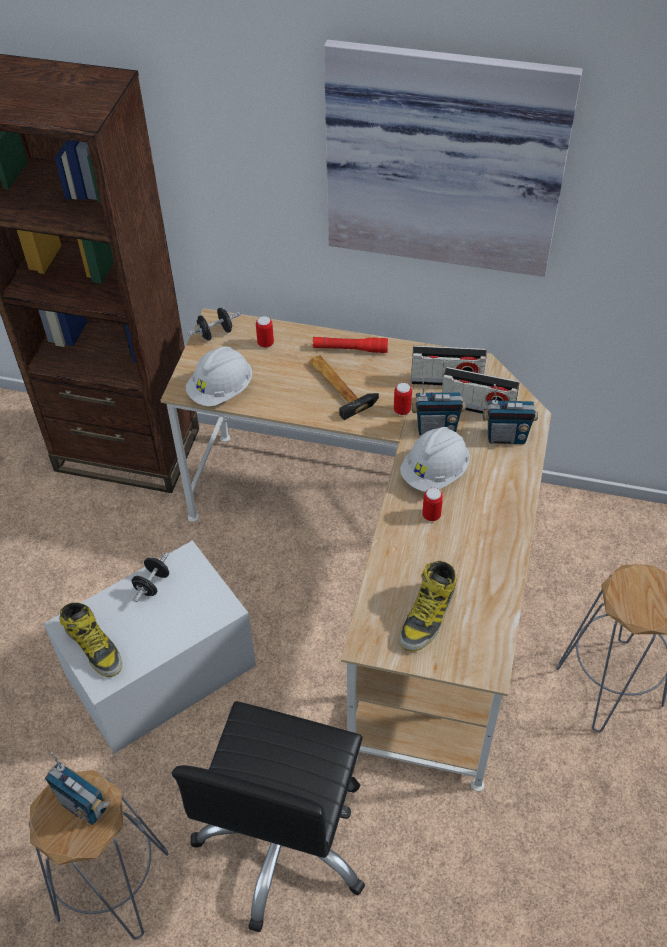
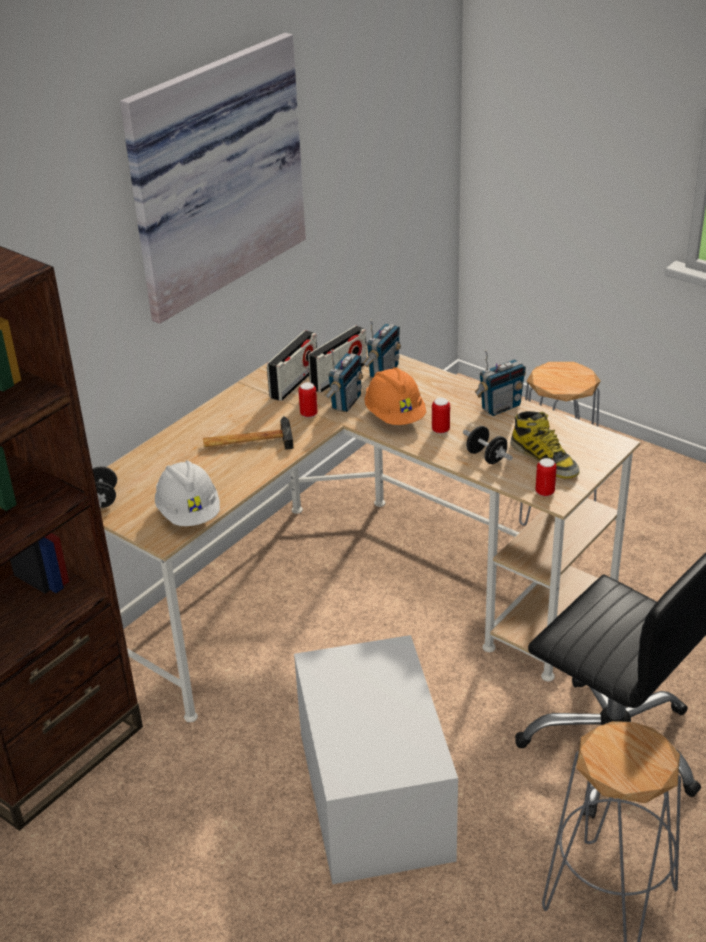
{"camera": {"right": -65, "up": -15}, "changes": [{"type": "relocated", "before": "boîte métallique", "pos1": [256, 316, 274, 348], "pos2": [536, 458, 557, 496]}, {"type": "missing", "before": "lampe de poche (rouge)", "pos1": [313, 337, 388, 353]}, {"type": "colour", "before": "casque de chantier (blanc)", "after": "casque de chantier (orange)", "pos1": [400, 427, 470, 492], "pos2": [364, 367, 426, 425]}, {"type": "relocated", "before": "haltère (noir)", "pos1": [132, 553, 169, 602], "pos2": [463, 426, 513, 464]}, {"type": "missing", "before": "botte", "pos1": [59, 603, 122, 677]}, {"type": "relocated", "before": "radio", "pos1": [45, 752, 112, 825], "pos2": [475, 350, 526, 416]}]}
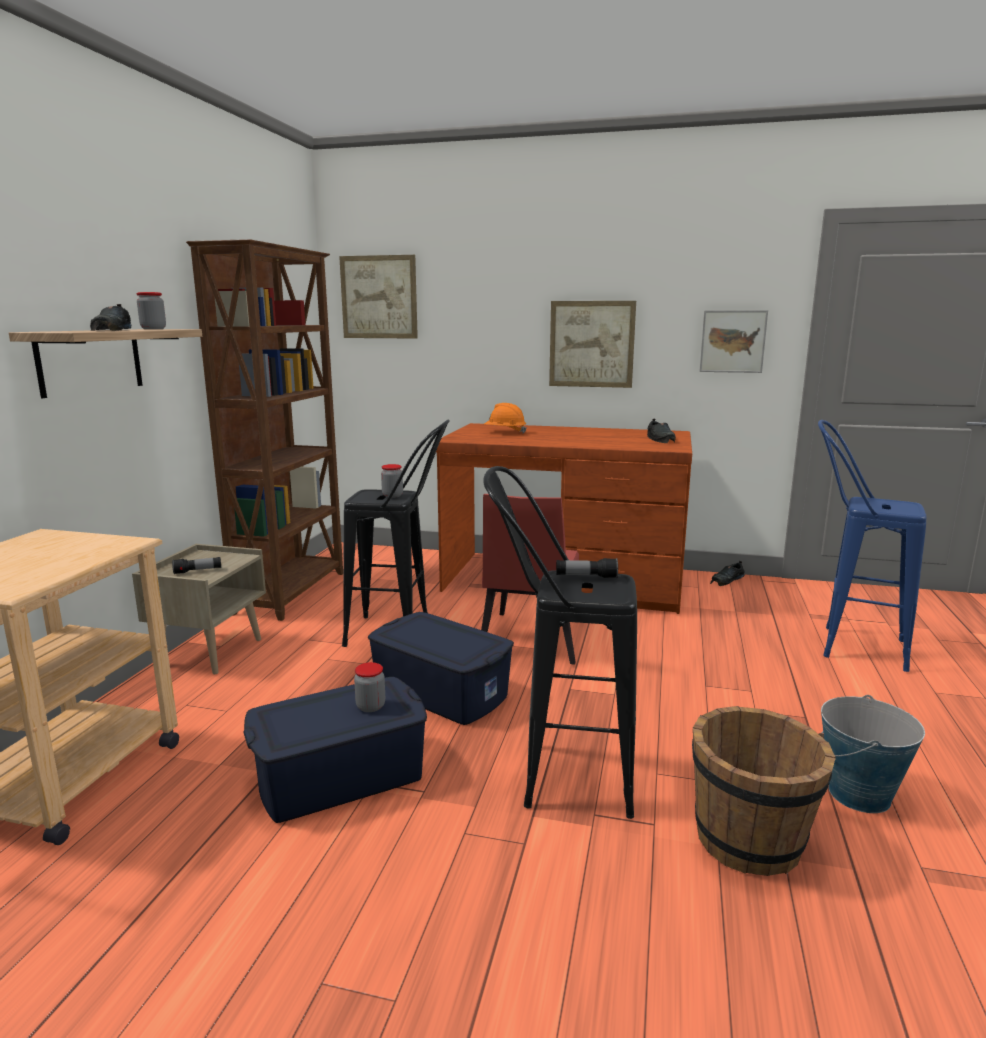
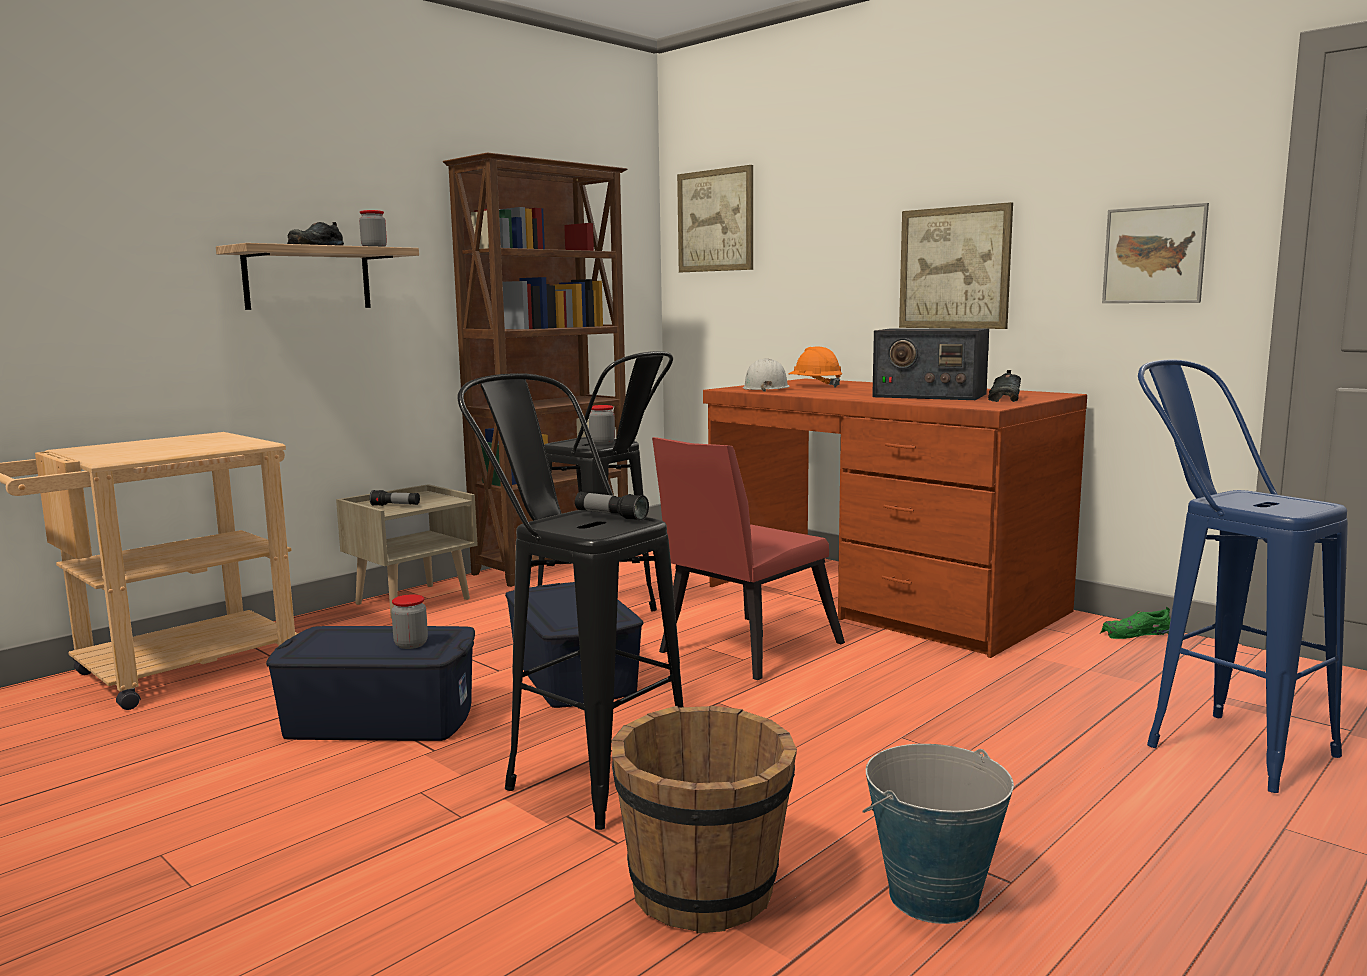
{"camera": {"right": 30, "up": -5}, "changes": [{"type": "colour", "before": "chaussure (noir)", "after": "chaussure (vert)", "pos1": [710, 561, 745, 586], "pos2": [1100, 607, 1171, 639]}, {"type": "appeared", "after": "radio", "pos2": [872, 328, 989, 400]}, {"type": "appeared", "after": "casque de chantier (blanc)", "pos2": [743, 358, 790, 392]}]}
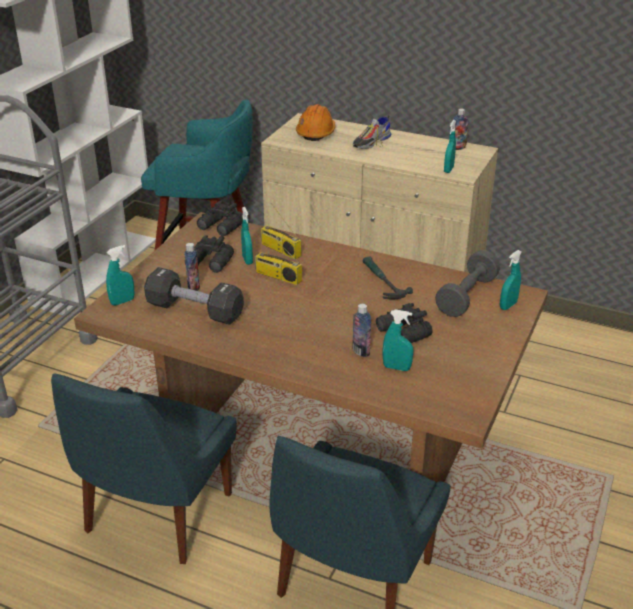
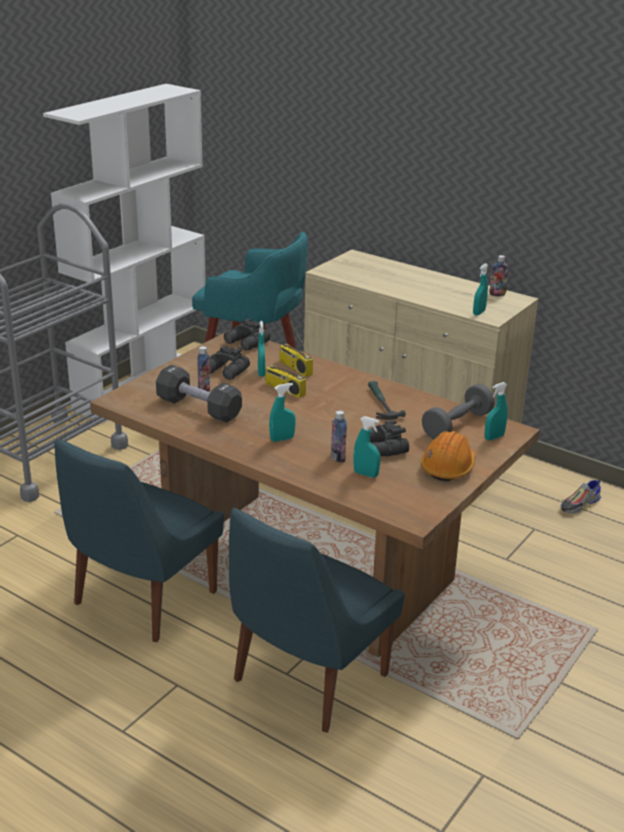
{"camera": {"right": 10, "up": -5}, "changes": [{"type": "relocated", "before": "casque de chantier (orange)", "pos1": [296, 104, 336, 141], "pos2": [421, 431, 476, 481]}, {"type": "relocated", "before": "chaussure", "pos1": [353, 116, 392, 149], "pos2": [560, 479, 601, 514]}, {"type": "relocated", "before": "vaporisateur (turquoise)", "pos1": [106, 245, 135, 306], "pos2": [269, 383, 296, 442]}]}
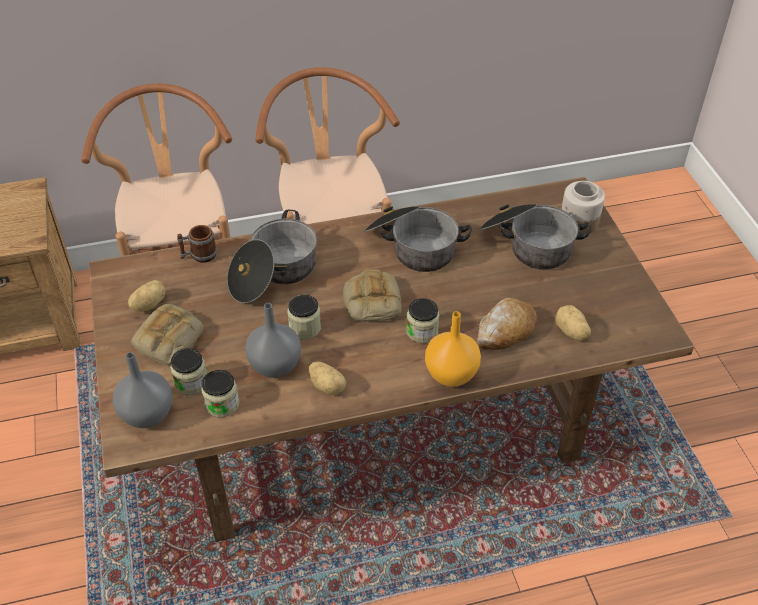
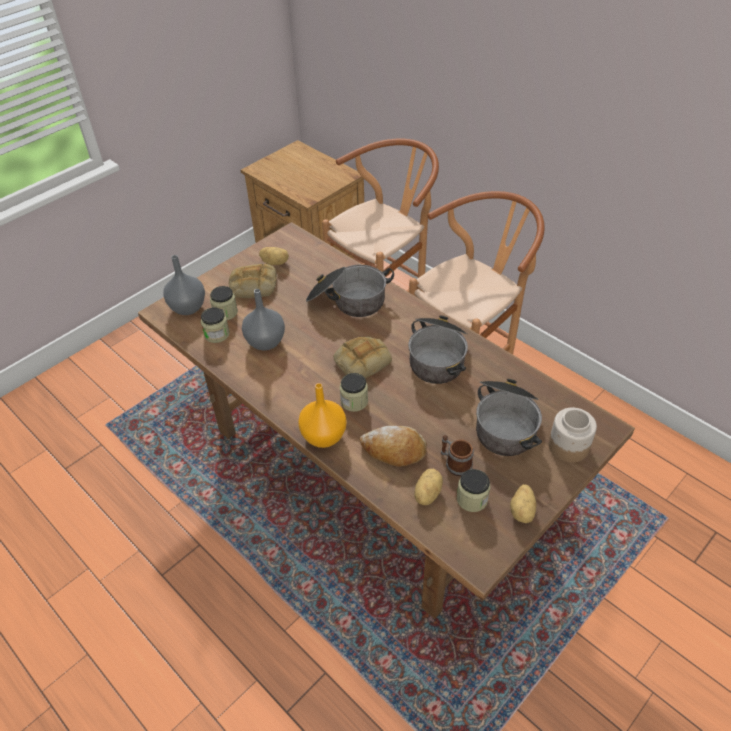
{"camera": {"right": 60, "up": 0}, "changes": [{"type": "relocated", "before": "mug", "pos1": [177, 225, 217, 263], "pos2": [441, 435, 474, 476]}, {"type": "relocated", "before": "bocal", "pos1": [288, 295, 321, 339], "pos2": [457, 469, 490, 512]}, {"type": "relocated", "before": "pomme de terre", "pos1": [309, 361, 346, 395], "pos2": [510, 484, 537, 523]}]}
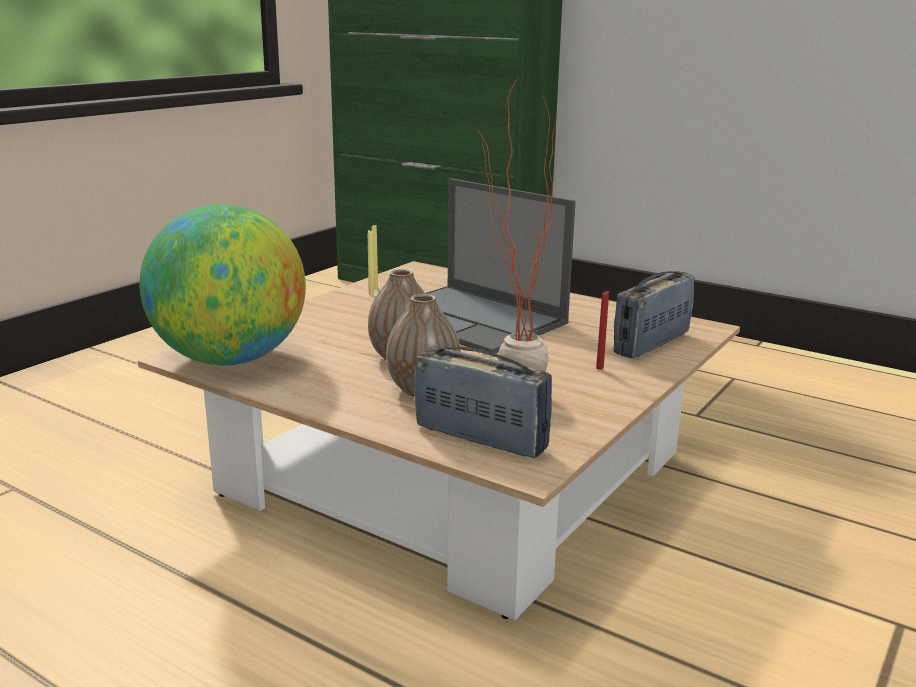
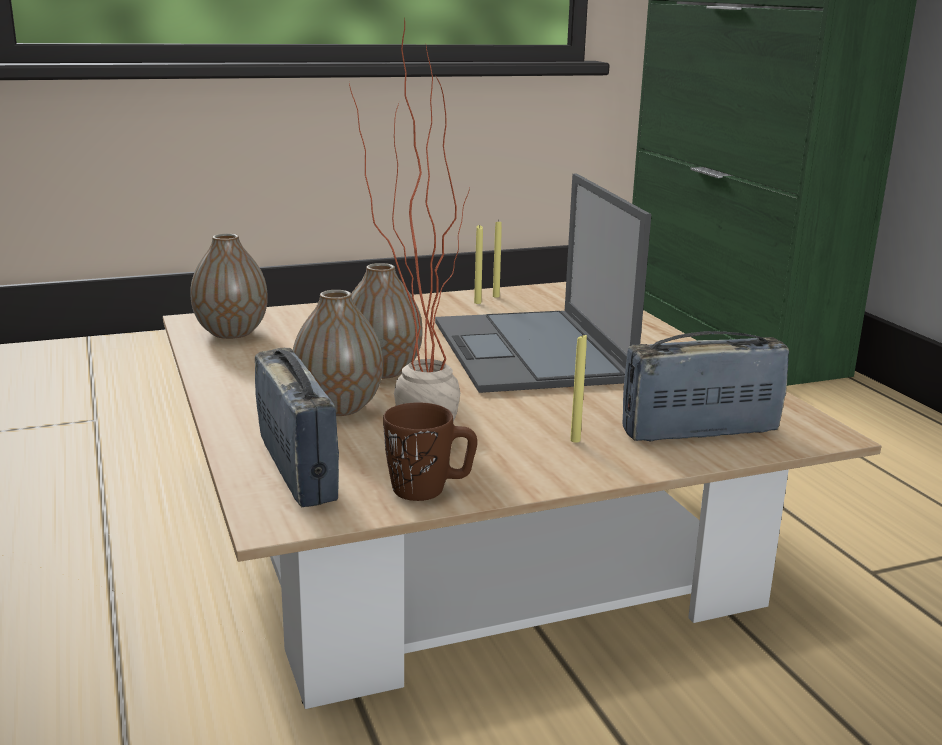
{"camera": {"right": 35, "up": 0}, "changes": [{"type": "exchanged", "before": "globe", "after": "vase", "pos1": [139, 204, 306, 365], "pos2": [190, 234, 268, 339]}, {"type": "colour", "before": "bougie (rouge)", "after": "bougie (jaune)", "pos1": [596, 291, 609, 370], "pos2": [570, 334, 587, 443]}, {"type": "appeared", "after": "mug (marron)", "pos2": [383, 402, 477, 501]}]}
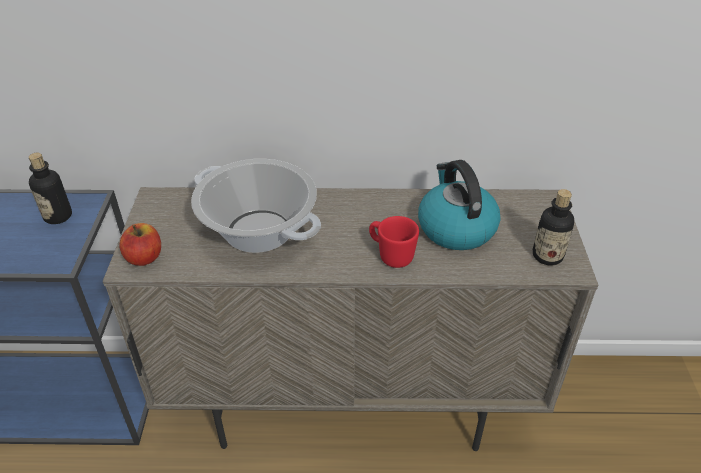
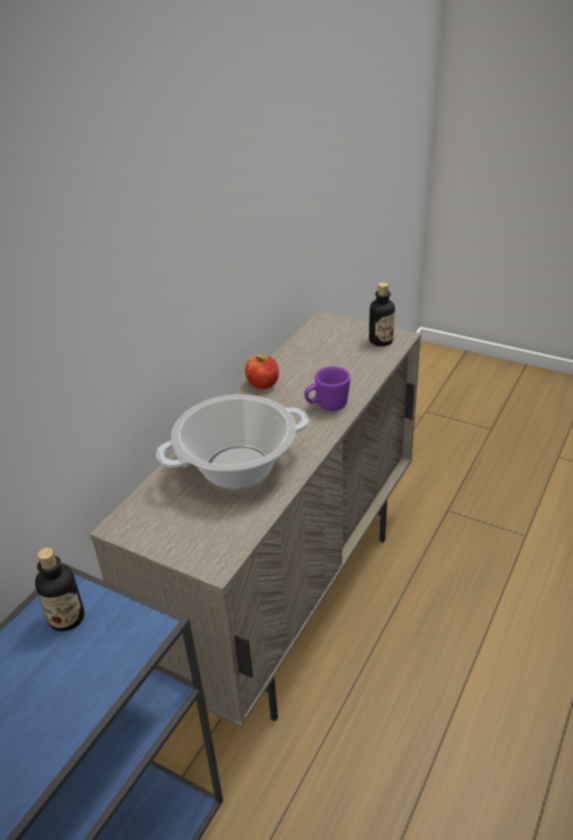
{"camera": {"right": -60, "up": -5}, "changes": [{"type": "missing", "before": "bouilloire", "pos1": [418, 160, 501, 250]}, {"type": "colour", "before": "mug (rouge)", "after": "mug (violet)", "pos1": [369, 216, 419, 268], "pos2": [304, 366, 351, 411]}, {"type": "relocated", "before": "pomme", "pos1": [119, 223, 161, 266], "pos2": [245, 355, 279, 389]}]}
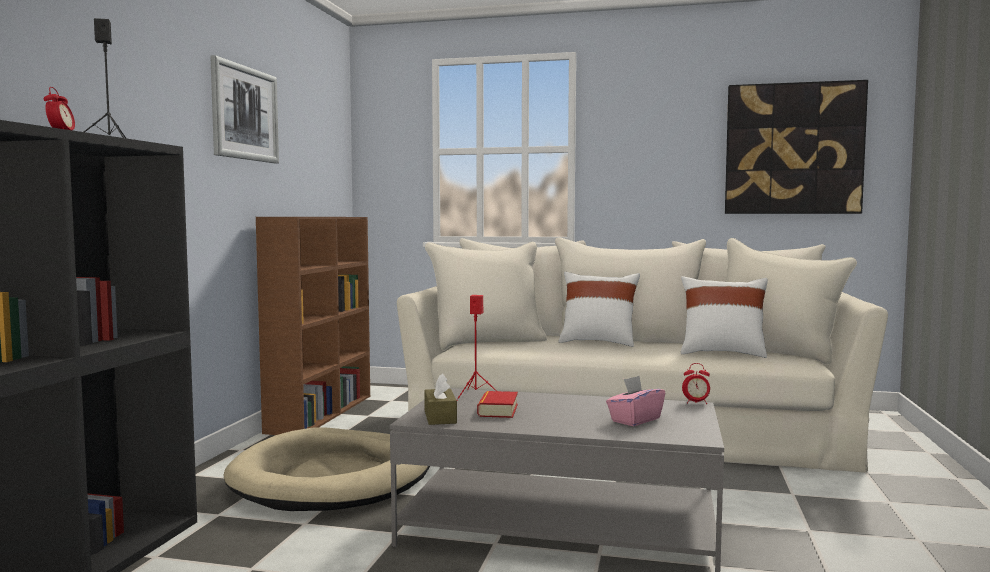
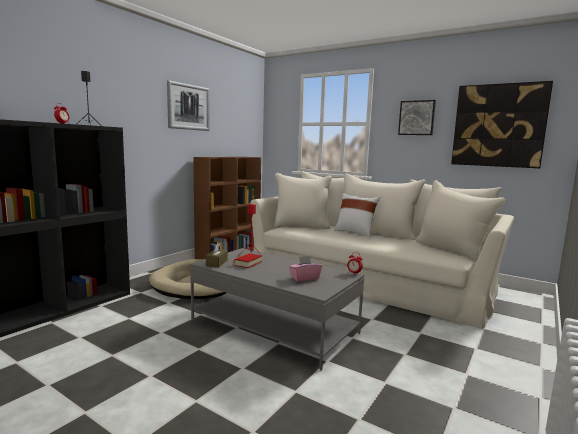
{"camera": {"right": 20, "up": 5}, "changes": [{"type": "missing", "before": "coussin (blanc)", "pos1": [680, 276, 768, 358]}, {"type": "appeared", "after": "tableau", "pos2": [398, 100, 436, 135]}]}
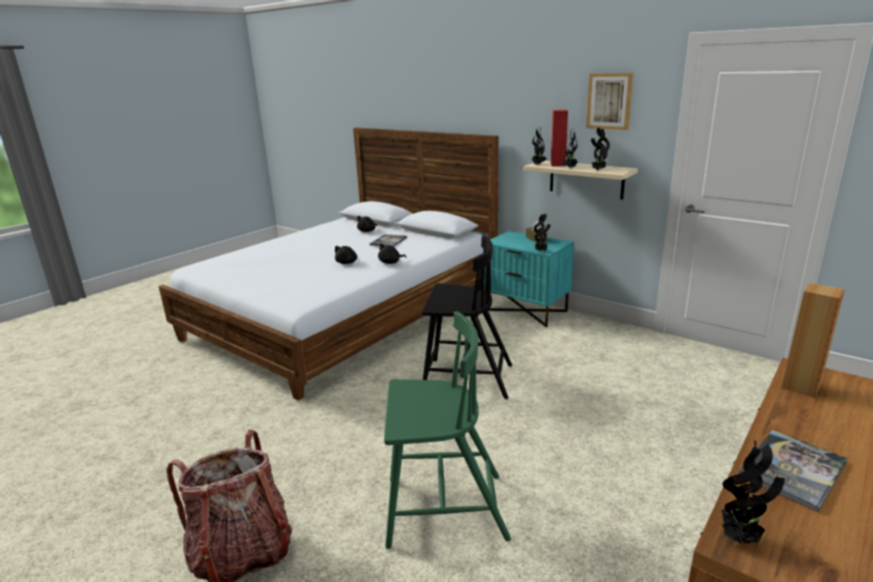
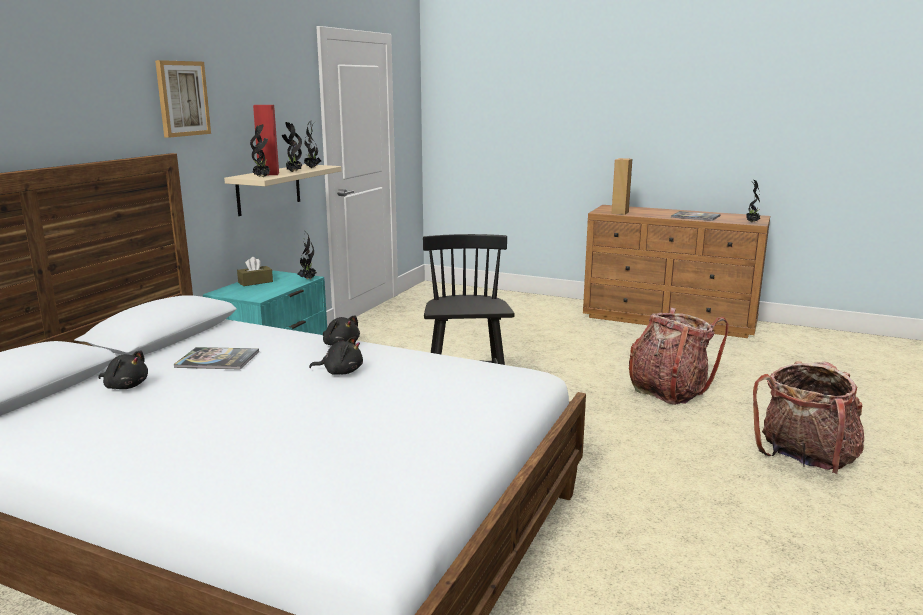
{"camera": {"right": -105, "up": -5}, "changes": [{"type": "relocated", "before": "tableau", "pos1": [586, 73, 633, 130], "pos2": [155, 60, 211, 138]}, {"type": "exchanged", "before": "chaise (vert)", "after": "sac à dos", "pos1": [384, 311, 511, 549], "pos2": [629, 307, 729, 405]}]}
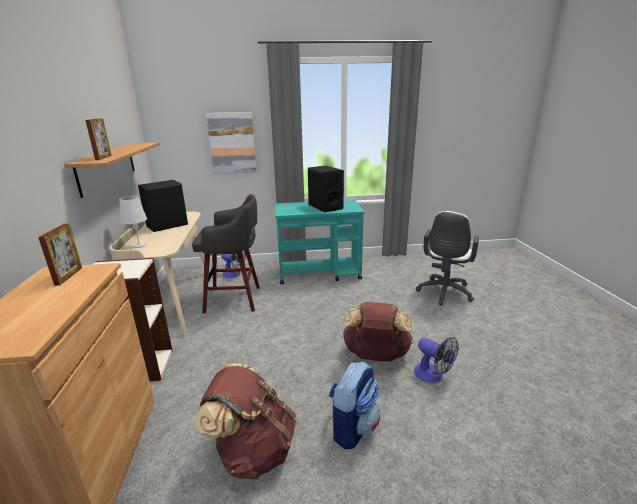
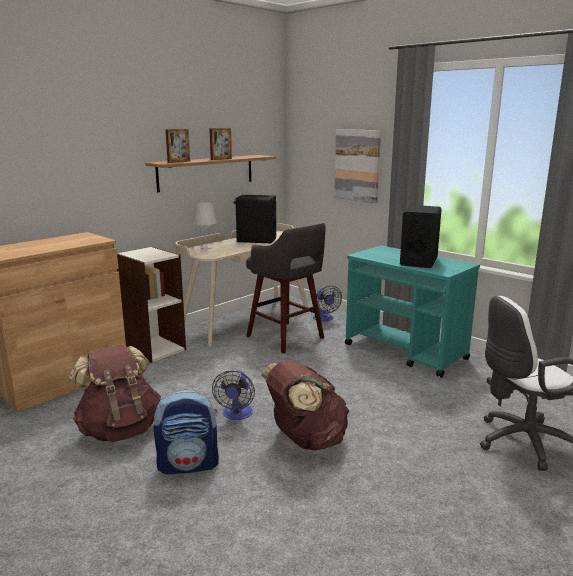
{"camera": {"right": 50, "up": -5}, "changes": [{"type": "relocated", "before": "cadre photo", "pos1": [38, 224, 82, 286], "pos2": [209, 128, 232, 160]}, {"type": "relocated", "before": "ventilateur", "pos1": [414, 337, 459, 383], "pos2": [212, 370, 255, 420]}]}
